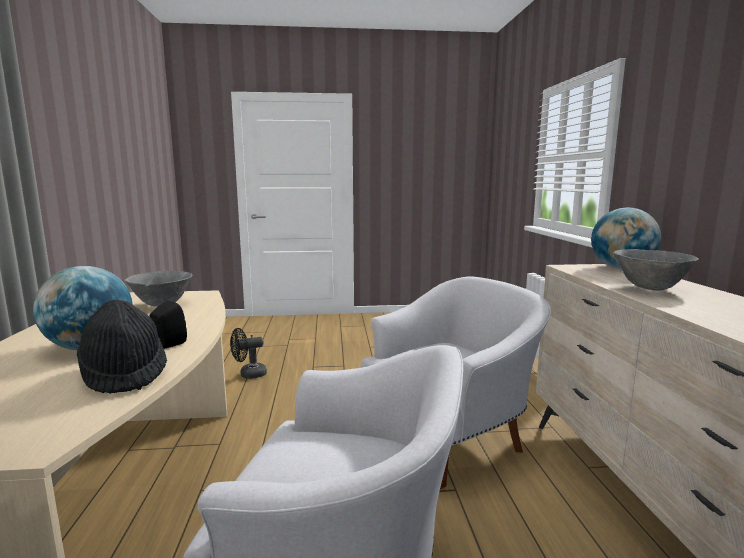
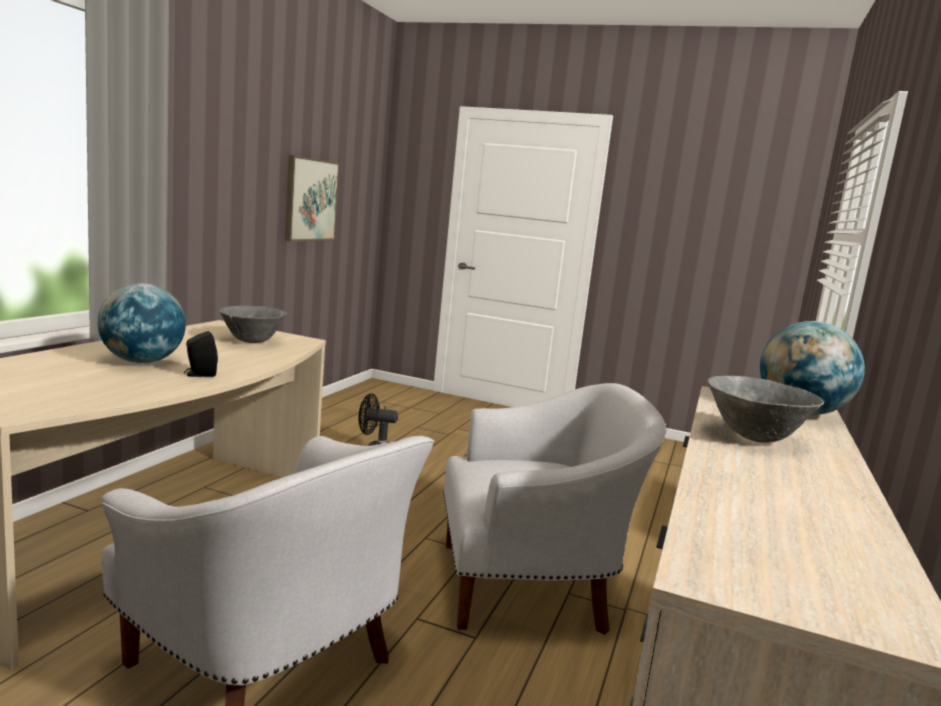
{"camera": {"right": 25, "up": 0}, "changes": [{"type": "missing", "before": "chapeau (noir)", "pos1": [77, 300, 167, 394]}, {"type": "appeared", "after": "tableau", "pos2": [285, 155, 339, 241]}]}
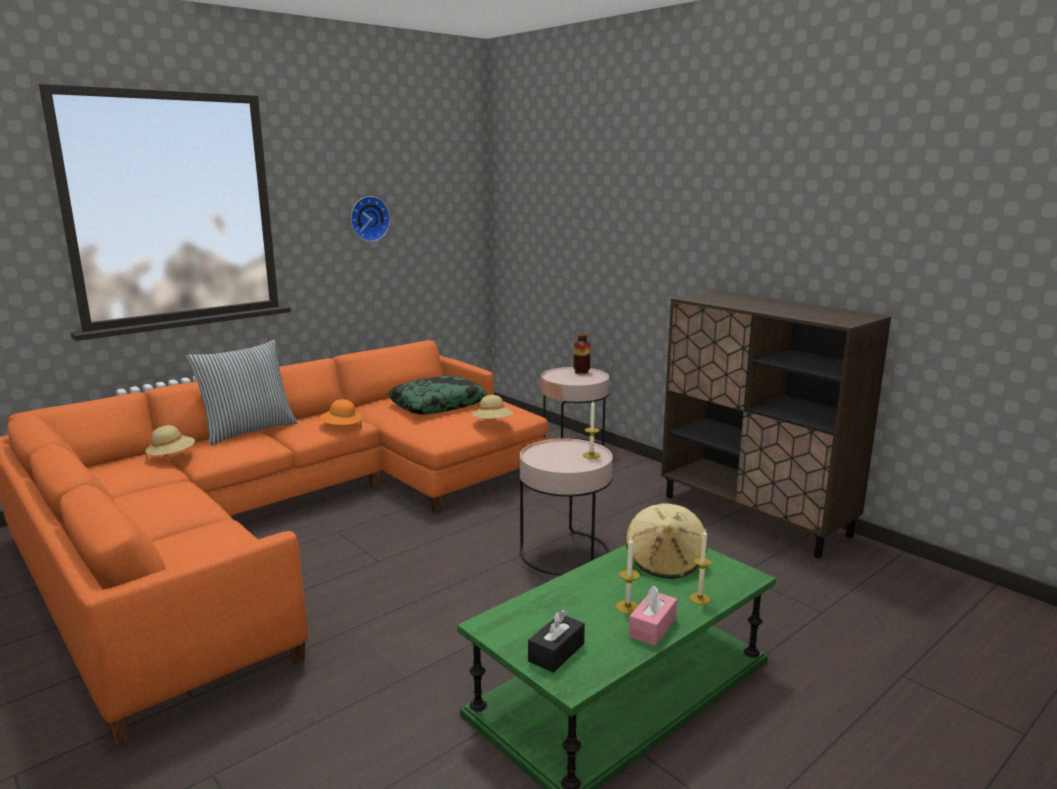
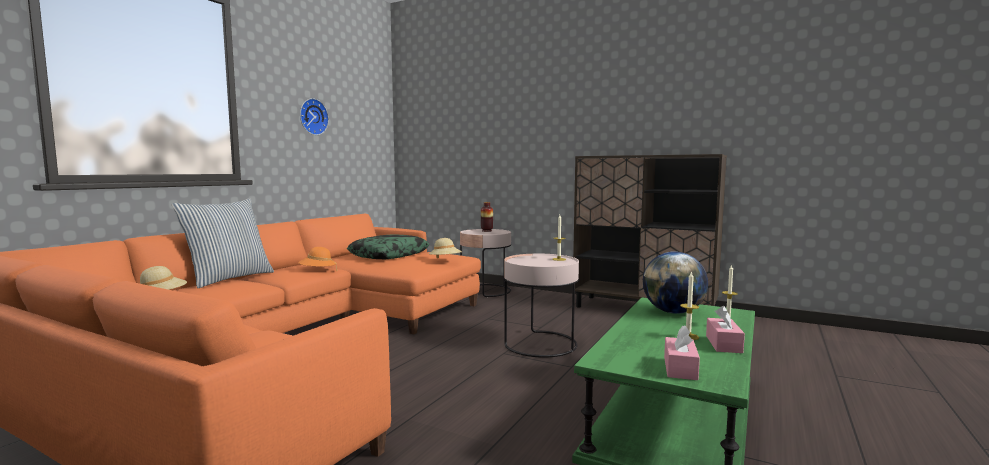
{"camera": {"right": -20, "up": -10}, "changes": [{"type": "exchanged", "before": "chapeau (beige)", "after": "globe", "pos1": [625, 503, 708, 579], "pos2": [643, 251, 708, 314]}, {"type": "colour", "before": "boîte à mouchoirs (noir)", "after": "boîte à mouchoirs (rose)", "pos1": [528, 609, 585, 673], "pos2": [664, 325, 700, 380]}]}
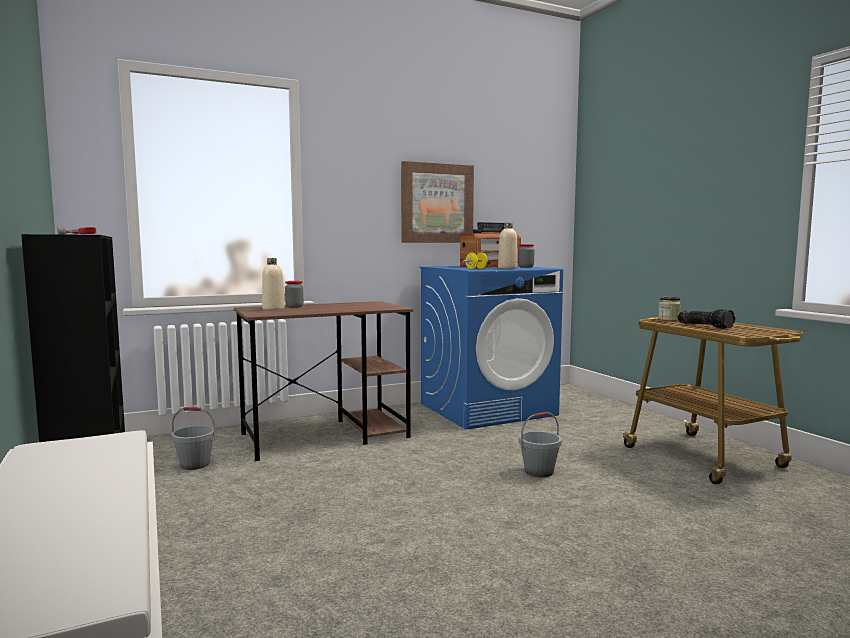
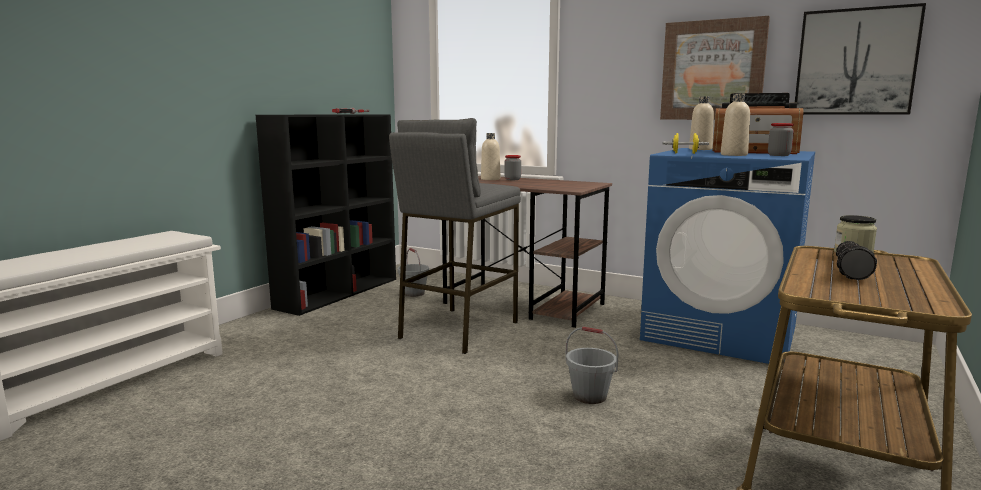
{"camera": {"right": 55, "up": 5}, "changes": [{"type": "appeared", "after": "tableau", "pos2": [795, 3, 926, 115]}, {"type": "appeared", "after": "bouteille (beige)", "pos2": [689, 96, 714, 150]}, {"type": "appeared", "after": "tabouret (gris)", "pos2": [389, 118, 521, 354]}]}
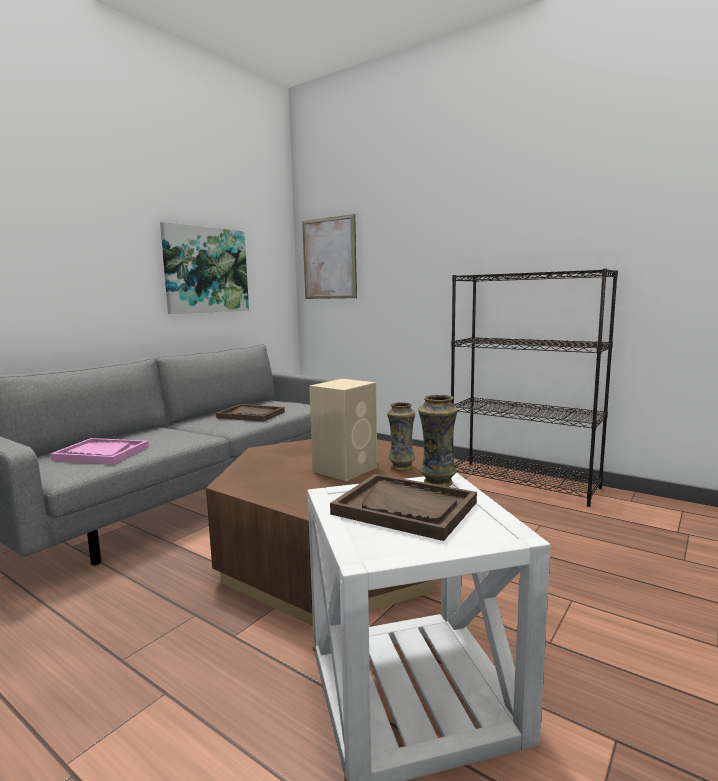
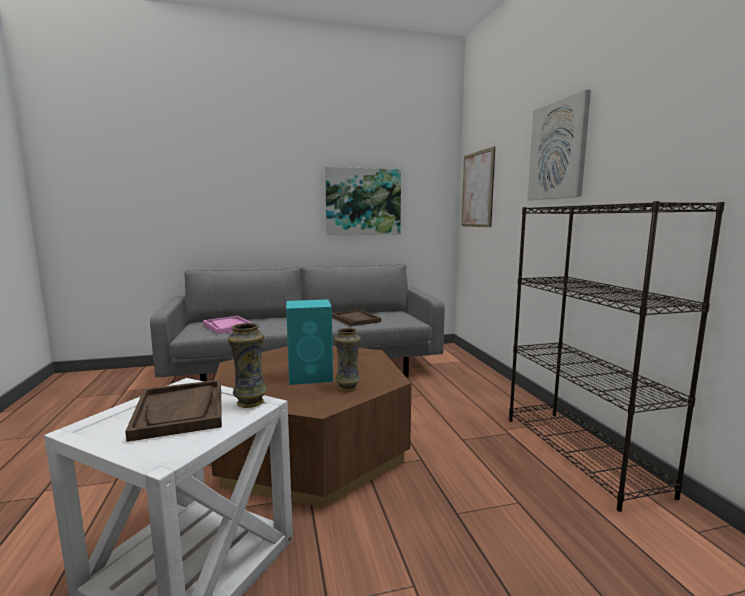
{"camera": {"right": 40, "up": 0}, "changes": [{"type": "colour", "before": "enceinte (beige)", "after": "enceinte (turquoise)", "pos1": [309, 379, 377, 481], "pos2": [286, 299, 333, 385]}, {"type": "appeared", "after": "tableau", "pos2": [527, 90, 591, 200]}]}
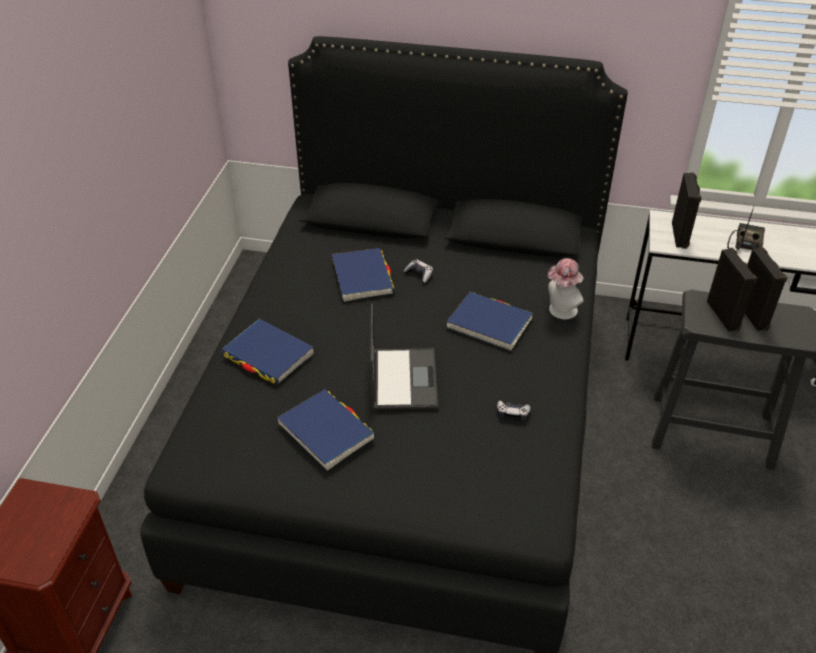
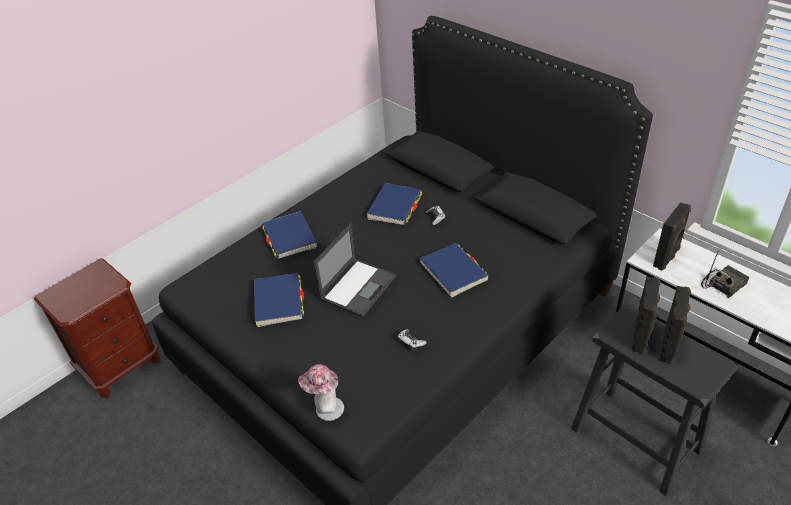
{"camera": {"right": 35, "up": 0}, "changes": [{"type": "relocated", "before": "chapeau", "pos1": [548, 258, 584, 319], "pos2": [298, 364, 344, 421]}]}
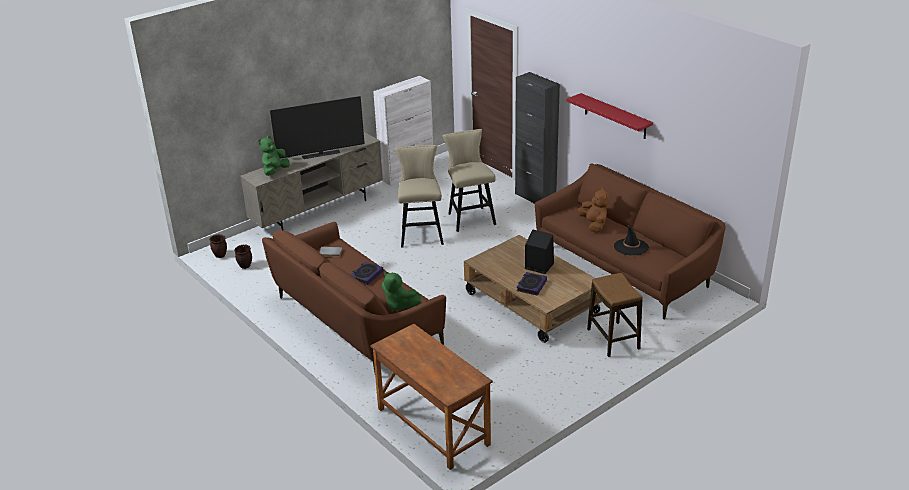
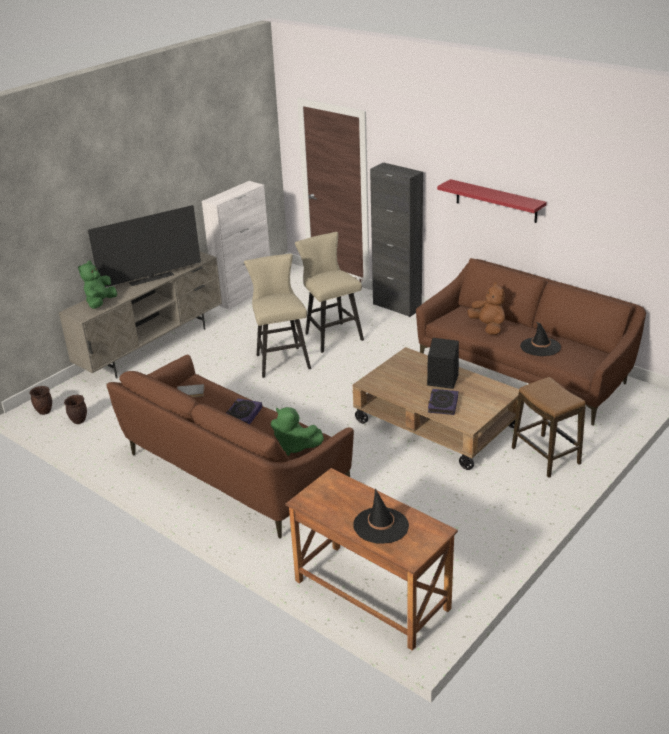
{"camera": {"right": -10, "up": 0}, "changes": [{"type": "appeared", "after": "chapeau (noir)", "pos2": [353, 488, 409, 544]}]}
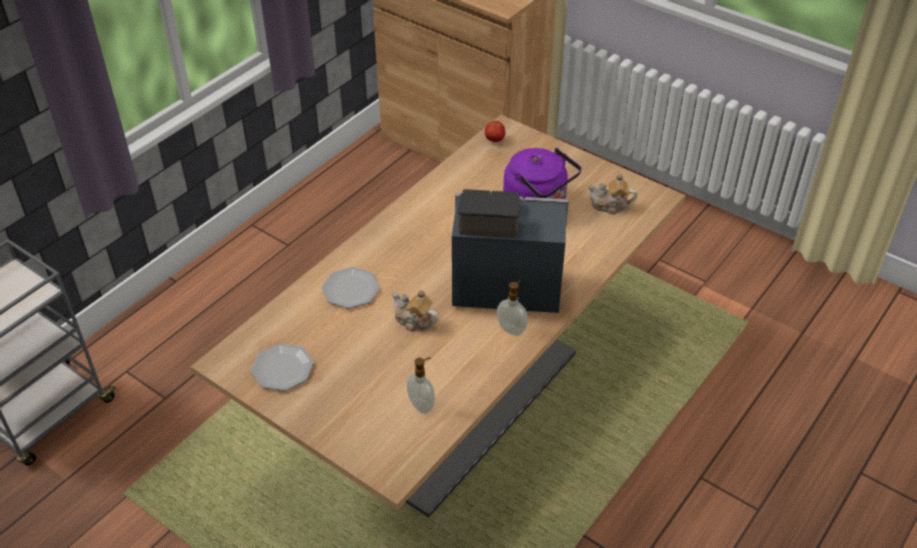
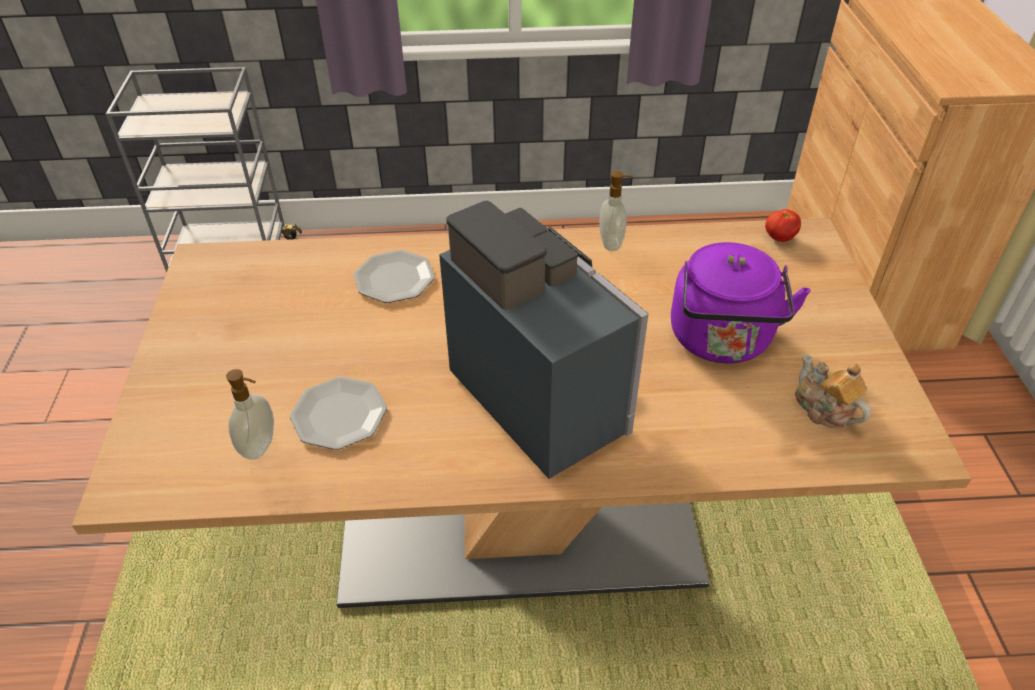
{"camera": {"right": 50, "up": 0}, "changes": [{"type": "relocated", "before": "distributeur de savon", "pos1": [497, 280, 528, 336], "pos2": [599, 171, 633, 251]}, {"type": "missing", "before": "théière", "pos1": [392, 290, 439, 332]}, {"type": "relocated", "before": "assiette", "pos1": [251, 343, 314, 391], "pos2": [290, 377, 387, 450]}]}
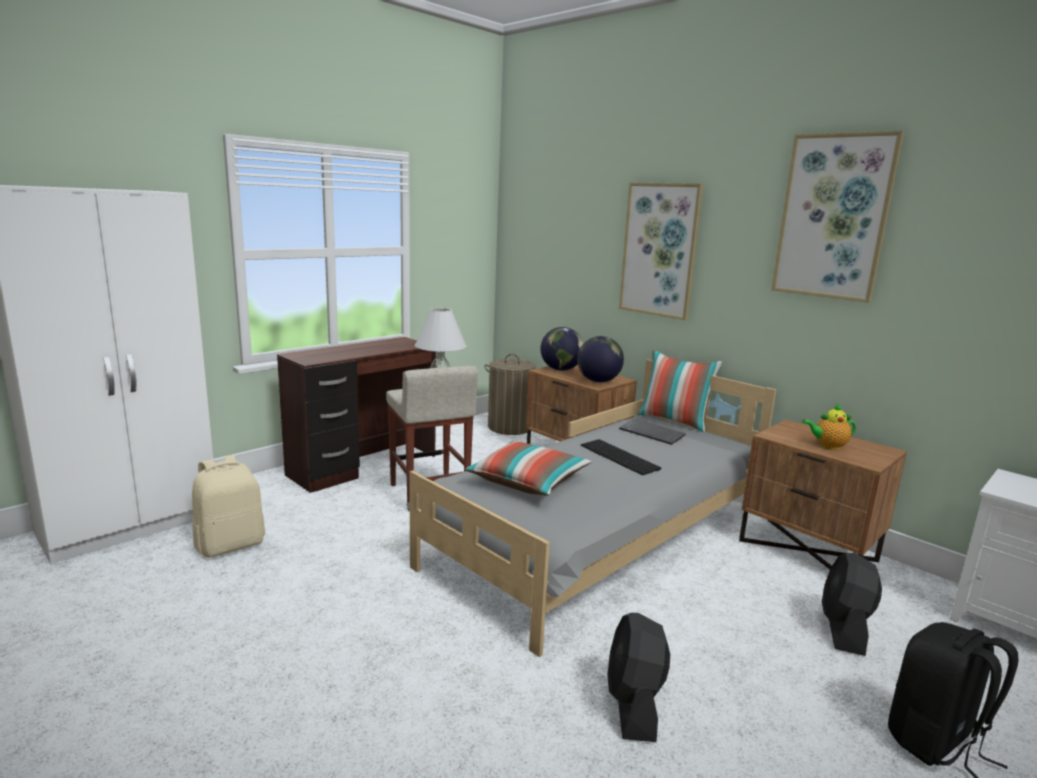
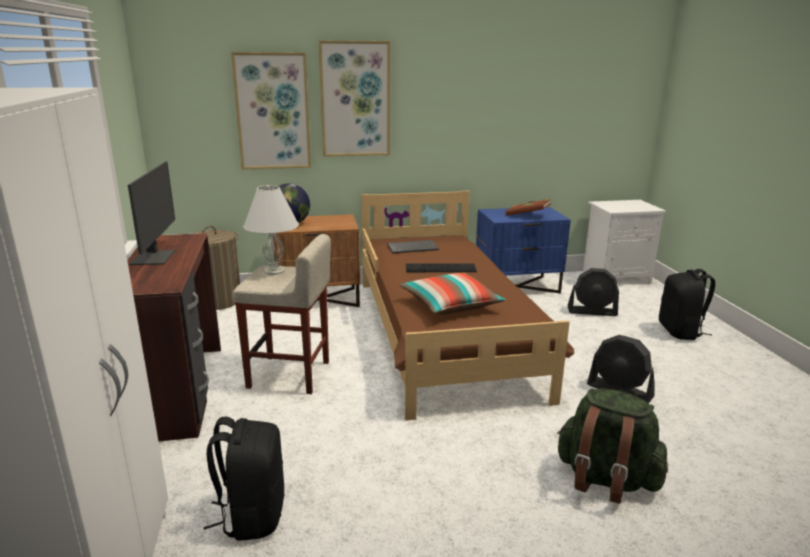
{"camera": {"right": -55, "up": 5}, "changes": [{"type": "relocated", "before": "tableau", "pos1": [771, 130, 904, 303], "pos2": [231, 52, 311, 169]}, {"type": "missing", "before": "globe", "pos1": [577, 336, 624, 382]}, {"type": "missing", "before": "coussin", "pos1": [637, 350, 722, 432]}, {"type": "colour", "before": "lit (gris)", "after": "lit (marron)", "pos1": [406, 360, 776, 657], "pos2": [361, 191, 574, 420]}, {"type": "exchanged", "before": "théière", "after": "livre (marron)", "pos1": [802, 403, 856, 450], "pos2": [505, 198, 551, 216]}, {"type": "colour", "before": "table de chevet (marron)", "after": "table de chevet (bleu)", "pos1": [739, 420, 907, 569], "pos2": [476, 207, 571, 294]}, {"type": "colour", "before": "sac à dos (beige)", "after": "sac à dos (noir)", "pos1": [192, 455, 265, 558], "pos2": [203, 417, 285, 541]}, {"type": "spun", "before": "ventilateur (noir)", "pos1": [822, 552, 882, 656], "pos2": [568, 268, 619, 316], "turn": -45}, {"type": "appeared", "after": "écran d'ordinateur", "pos2": [128, 161, 175, 265]}, {"type": "appeared", "after": "sac à dos (vert)", "pos2": [557, 388, 668, 504]}]}
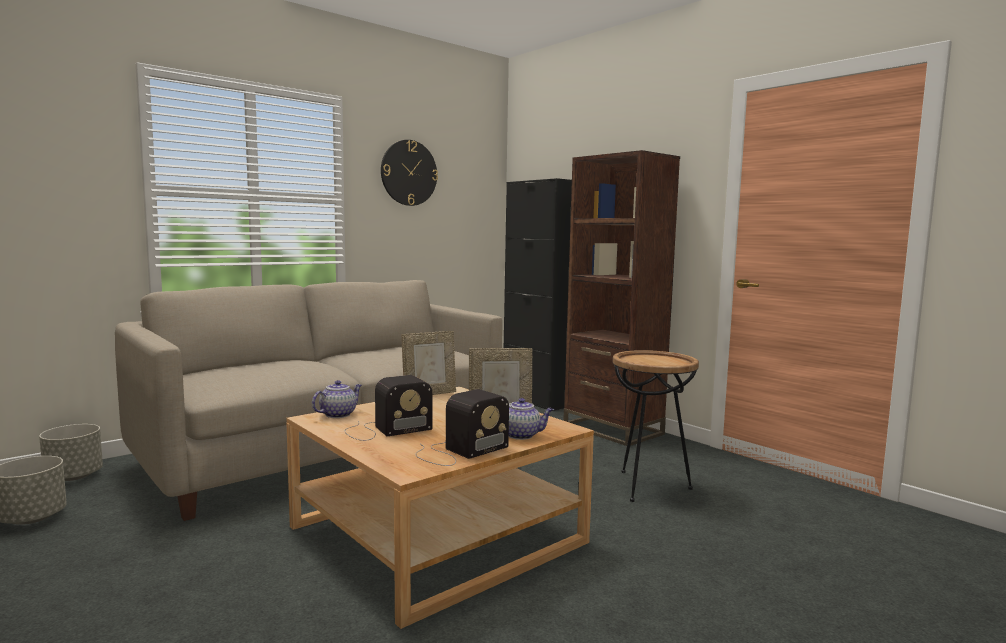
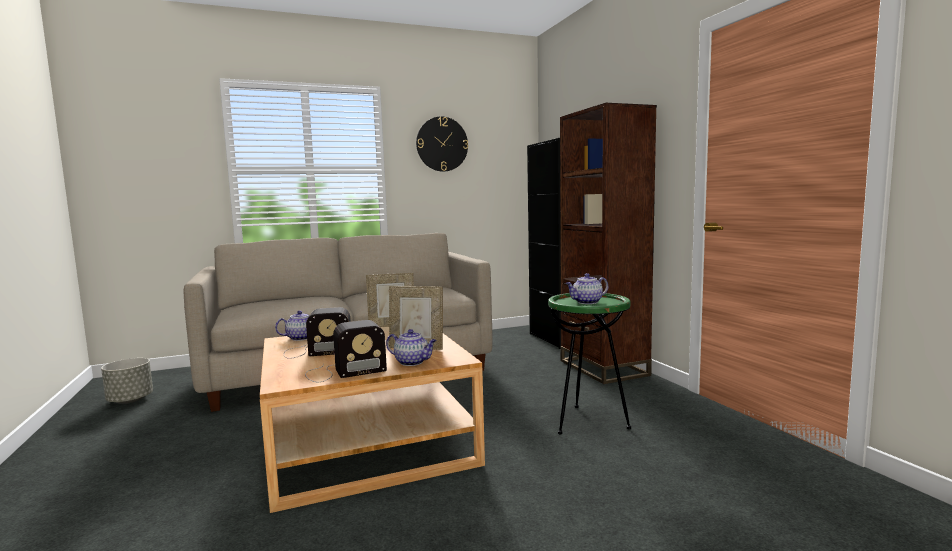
{"camera": {"right": 20, "up": 0}, "changes": [{"type": "colour", "before": "table d'appoint (marron)", "after": "table d'appoint (vert)", "pos1": [613, 350, 699, 502], "pos2": [548, 293, 631, 434]}, {"type": "missing", "before": "cache-pot (gris)", "pos1": [39, 424, 103, 481]}, {"type": "appeared", "after": "théière", "pos2": [566, 273, 608, 304]}]}
